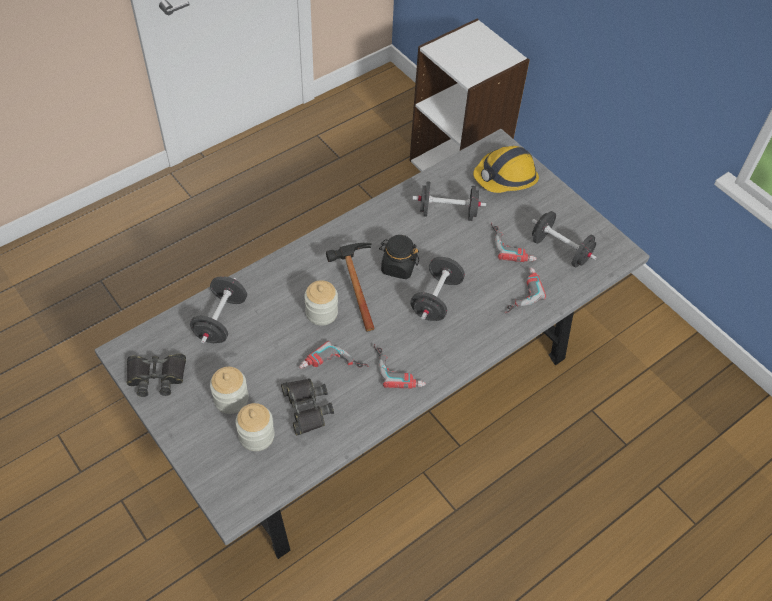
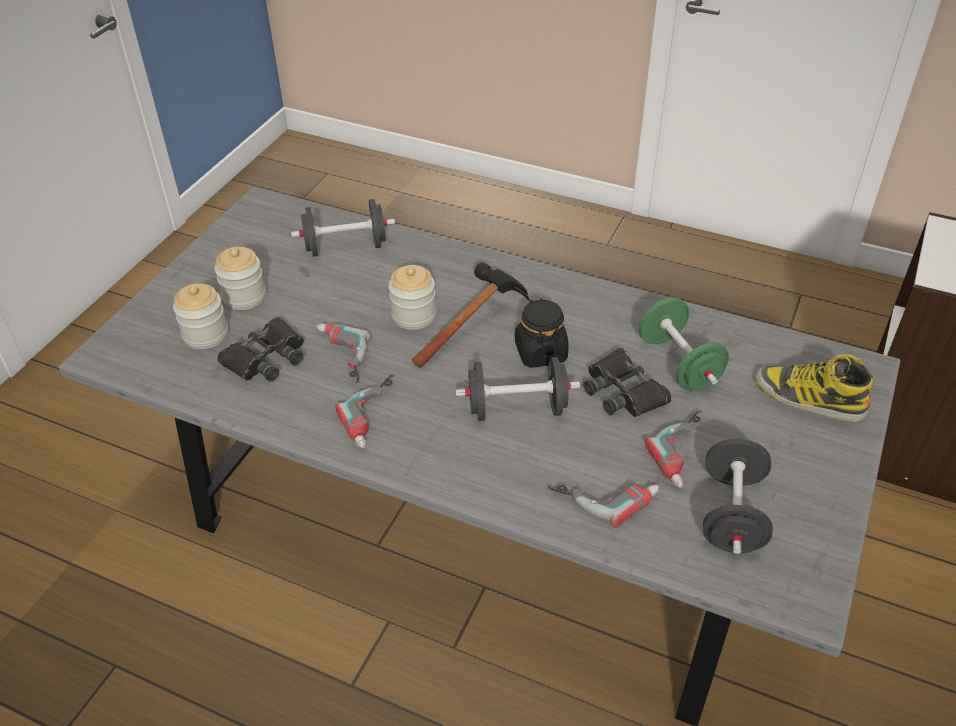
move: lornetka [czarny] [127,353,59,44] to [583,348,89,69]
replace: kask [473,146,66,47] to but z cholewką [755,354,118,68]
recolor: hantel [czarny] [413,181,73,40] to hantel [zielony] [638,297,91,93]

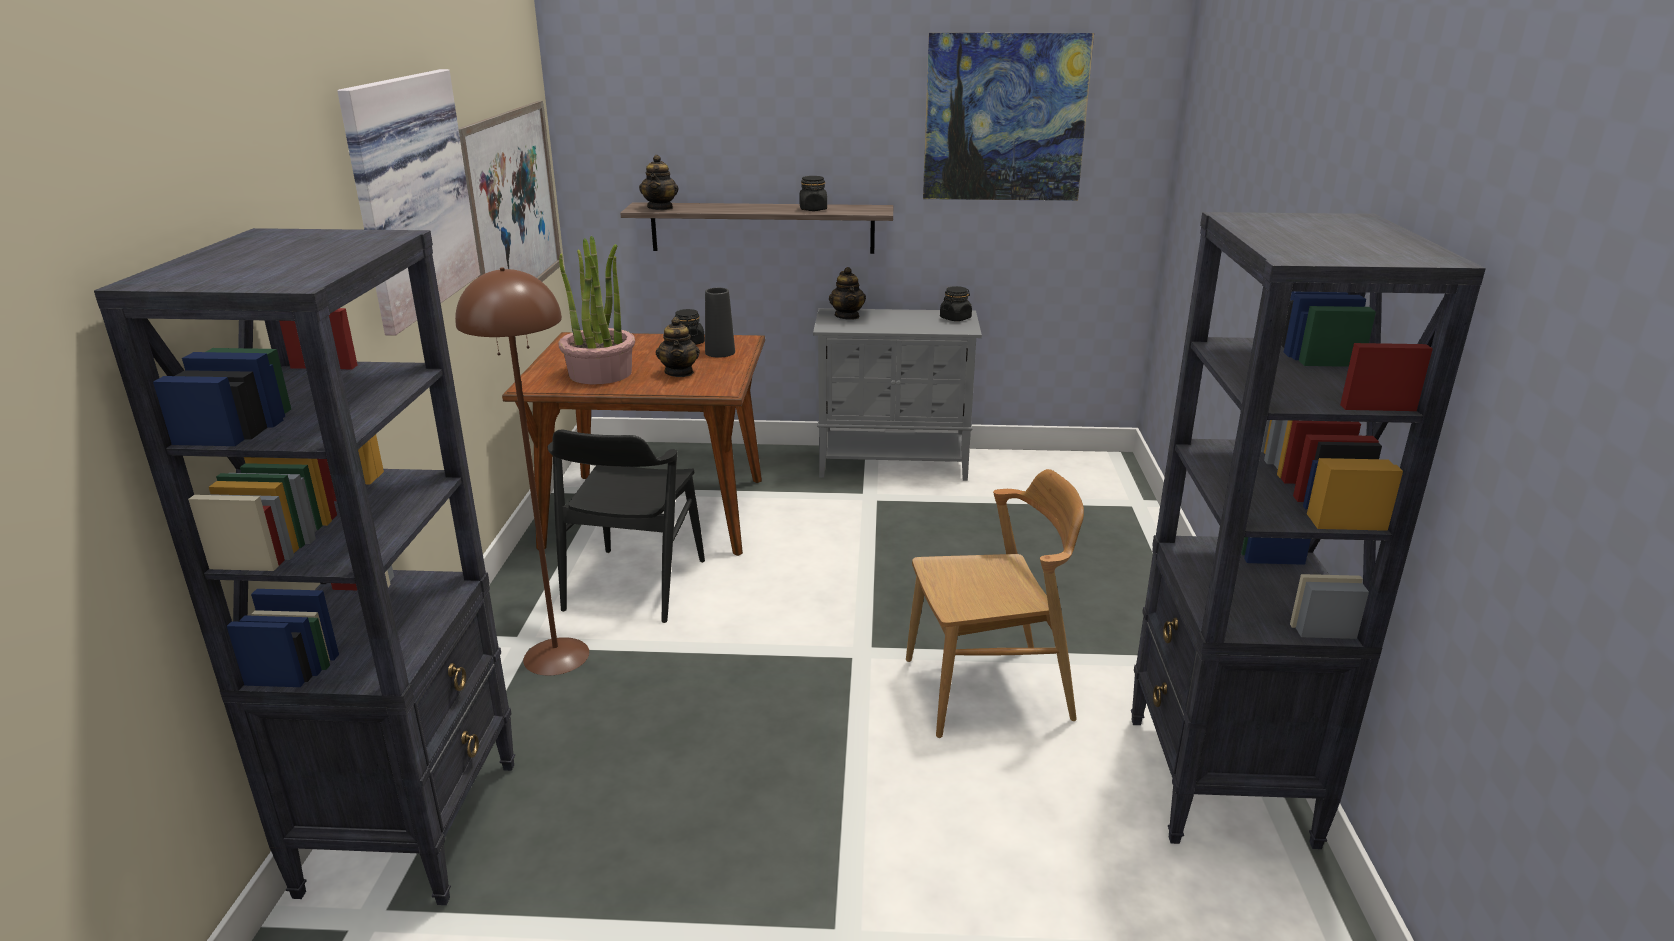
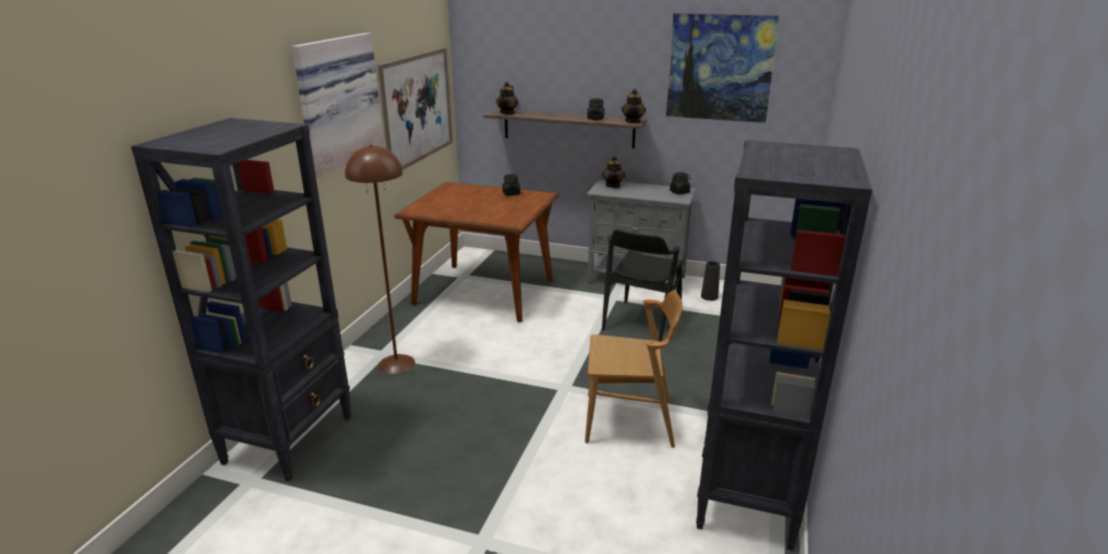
delete: roślina doniczkowa [558,236,77,148]
move: wazon [czarny] [705,288,30,70] to [701,261,19,40]; imbryk [656,317,44,60] to [621,89,25,34]; krzesło [czarny] [548,429,157,194] to [602,229,81,113]

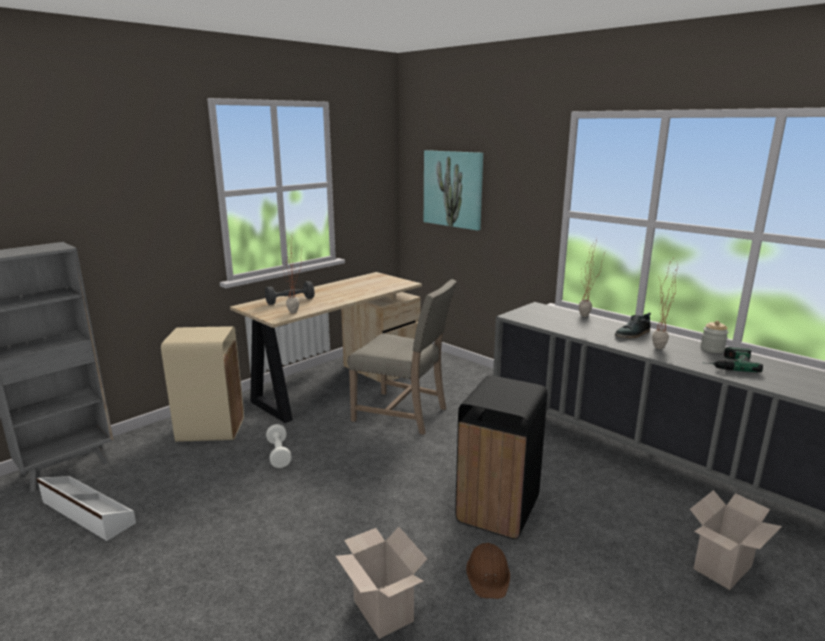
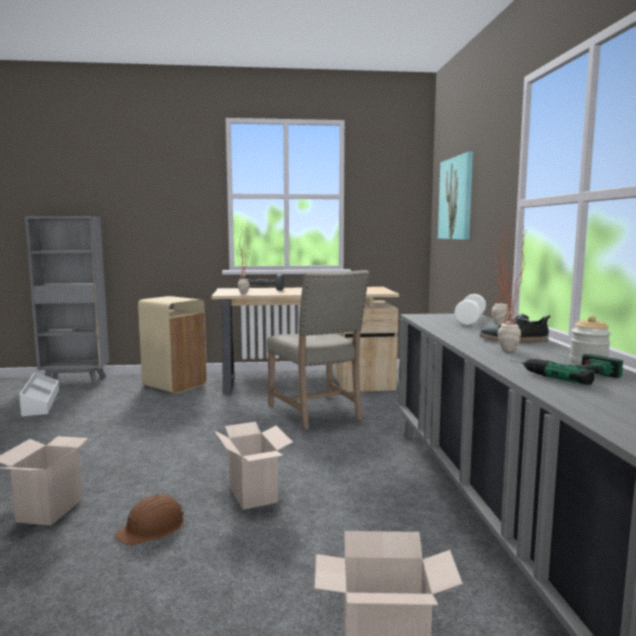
move: hantel [biały] [266,424,26,44] to [454,294,32,31]
replace: kosz na śmieci [czarny] [455,375,92,164] to karton [214,422,79,88]

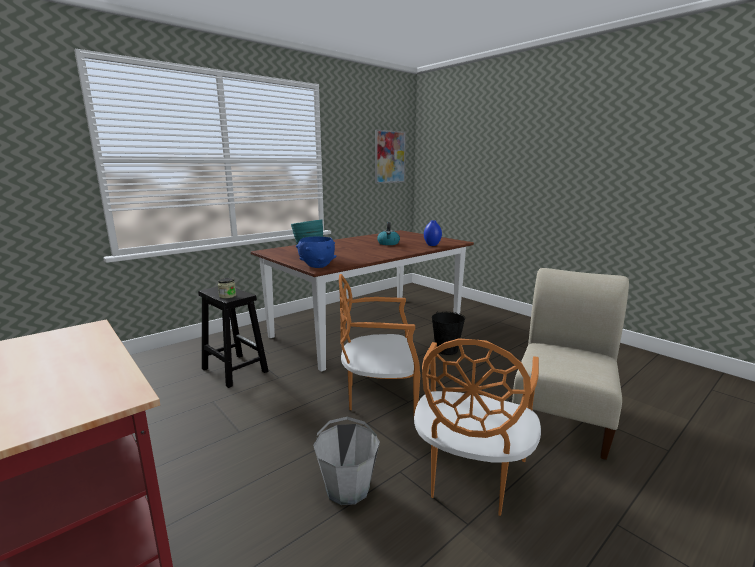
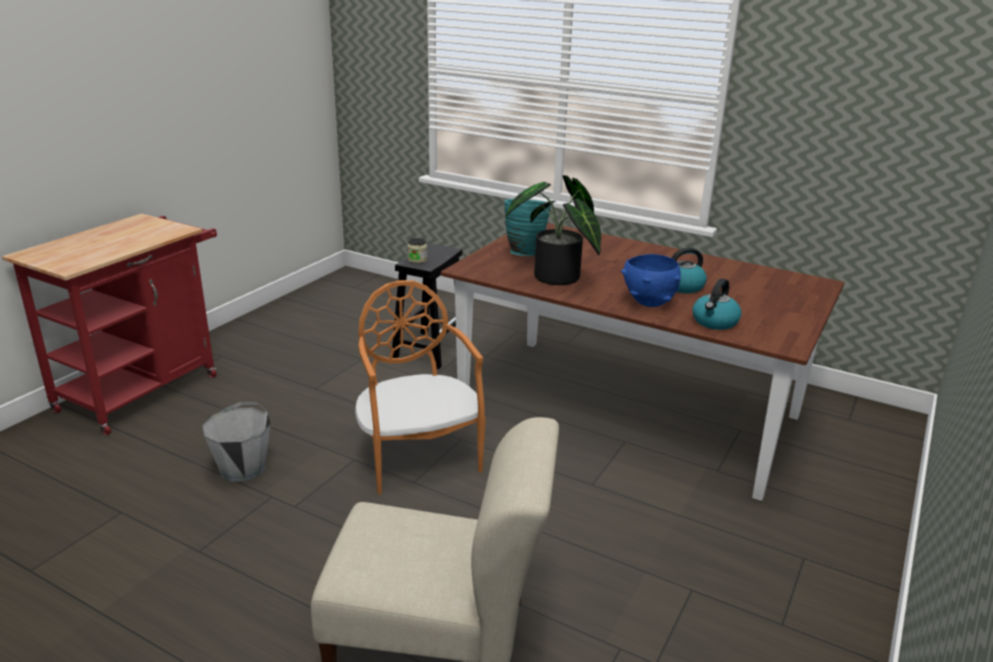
delete: obraz [375,130,31,54]; wiadro [czarny] [432,311,33,44]; krzesło [pomarańczowy] [414,338,127,178]
insert: roślina doniczkowa [505,175,96,110]
move: miska [niebieski] [296,236,40,32] to [621,254,60,53]
replace: wazon [niebieski] [424,220,18,26] to czajnik [693,278,49,52]

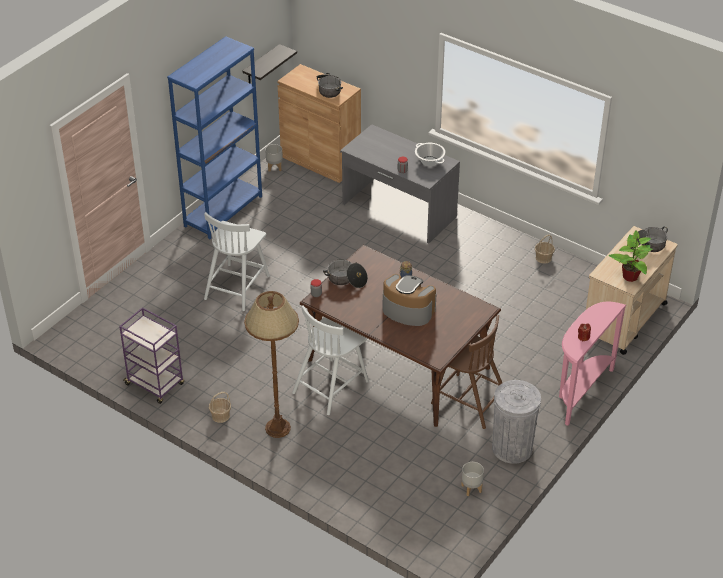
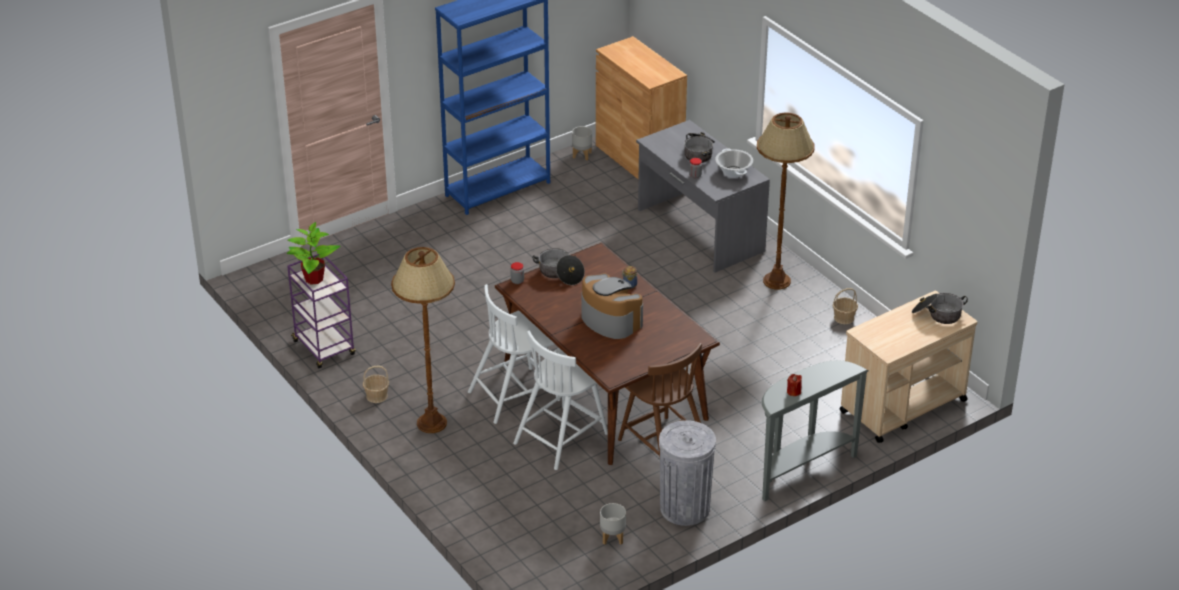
delete: półka [242,44,55,40]
insert: lampa stojąca [brązowy] [757,112,57,178]
move: garnek [316,73,27,25] to [684,132,31,31]; krzesło [biały] [204,212,66,99] to [513,330,95,140]; roślina doniczkowa [609,231,44,51] to [286,222,54,62]
recolor: stolik konsolowy [różowy] [559,302,67,124] to stolik konsolowy [szary] [762,360,106,141]

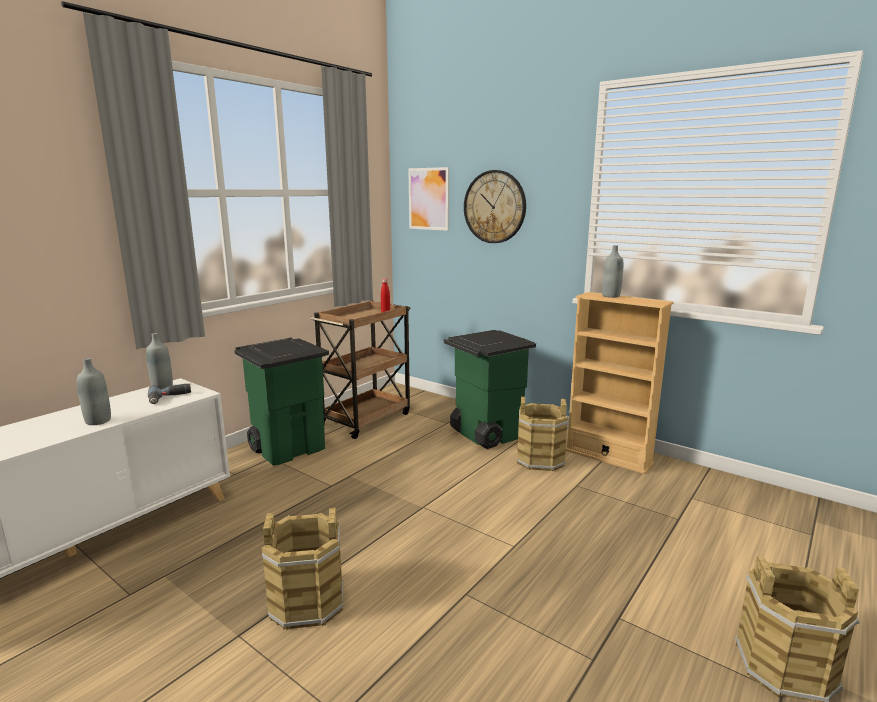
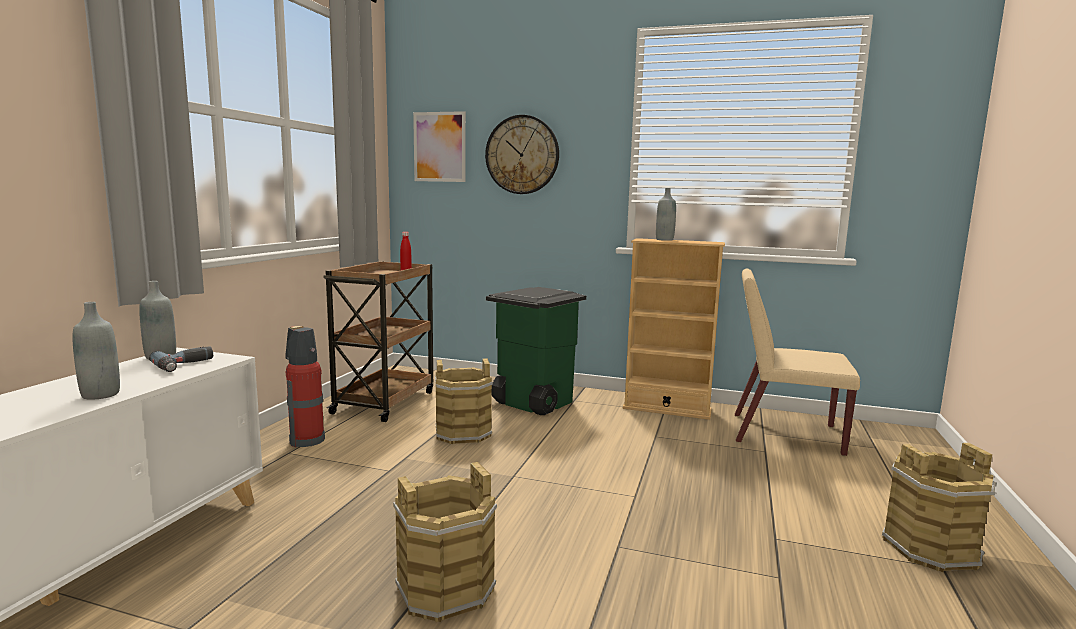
insert: krzesło [beżowy] [735,269,125,187]
move: wiadro [brązowy] [517,397,51,74] to [435,358,58,86]
replace: kosz na śmieci [zielony] [234,338,95,128] to gaśnica [285,326,40,121]

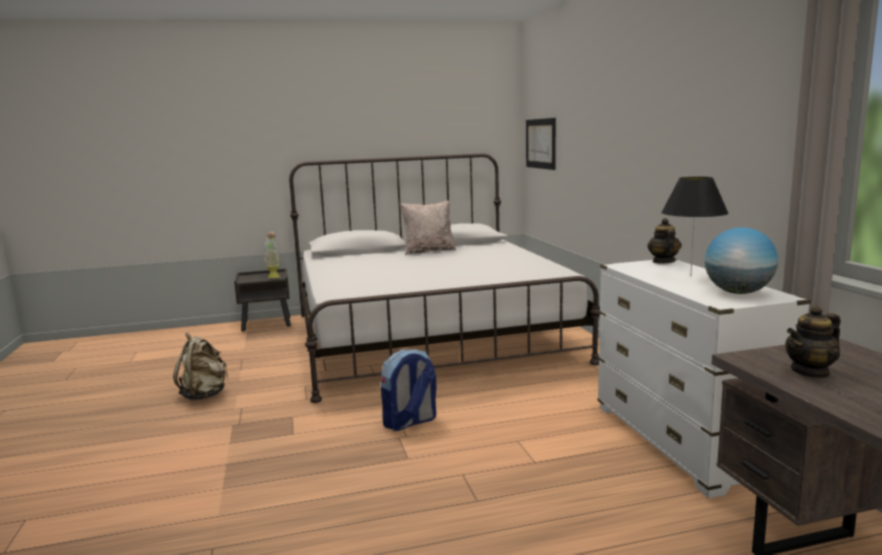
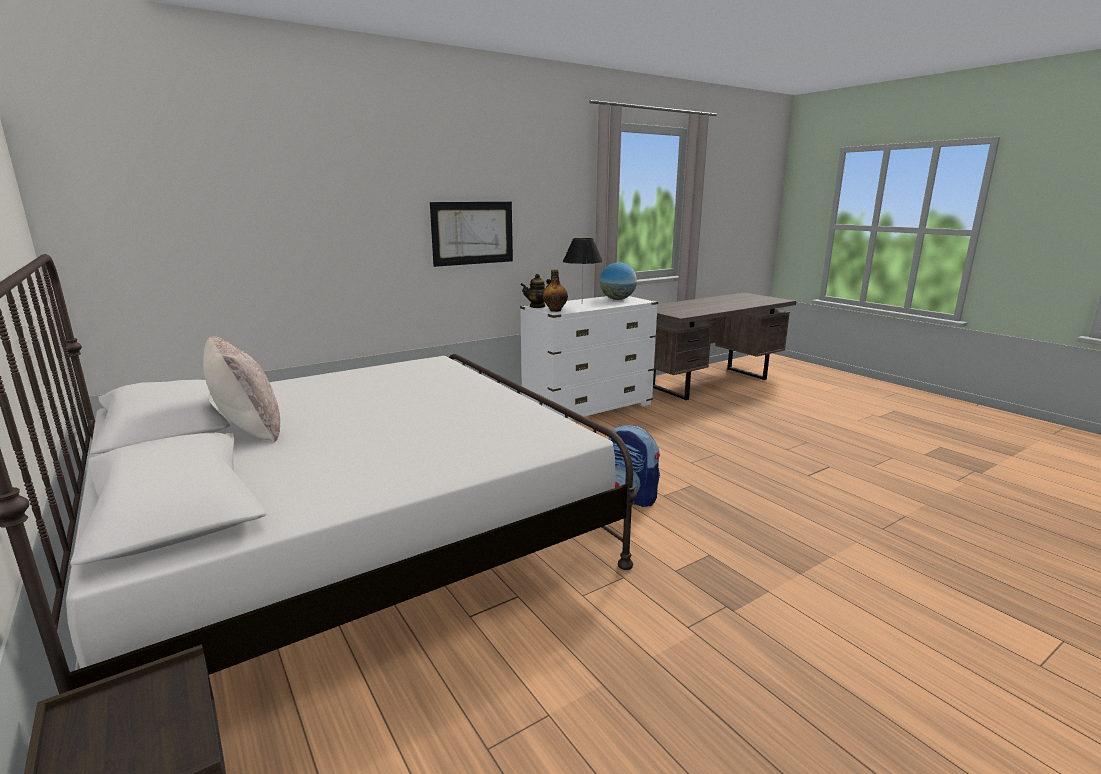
delete: roślina doniczkowa [264,232,16,46]; imbryk [785,305,56,74]; plecak [beżowy] [173,333,55,67]
insert: butelka [543,269,25,43]
move: obraz [526,118,30,52] to [430,202,83,65]

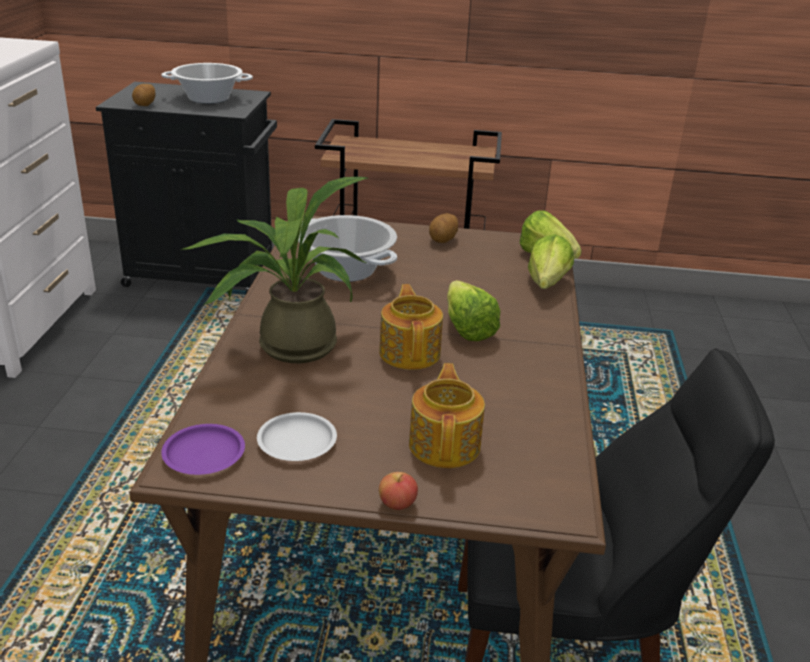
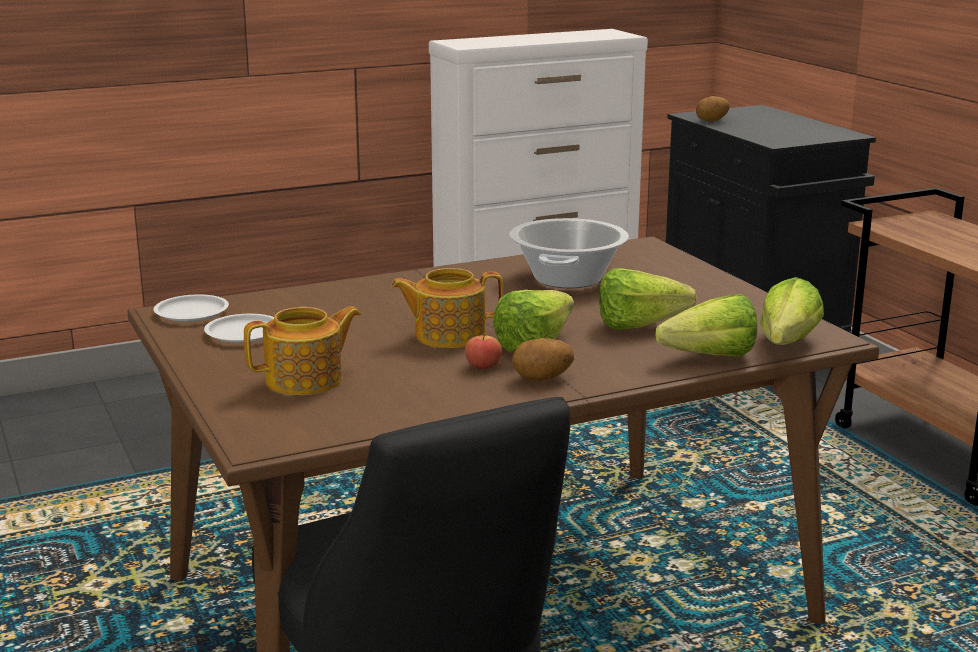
delete: garnek [161,63,92,41]; roślina doniczkowa [182,177,186,186]
insert: sałata [599,268,98,61]
move: ziemniak [429,213,29,30] to [512,338,62,43]; jabłko [379,472,39,38] to [465,334,37,35]
recolor: talerz [fioletowy] [161,424,84,51] to talerz [biały] [153,294,76,28]
rotate: imbryk [379,284,64,86] = [391,268,112,80] 150 degrees counterclockwise

